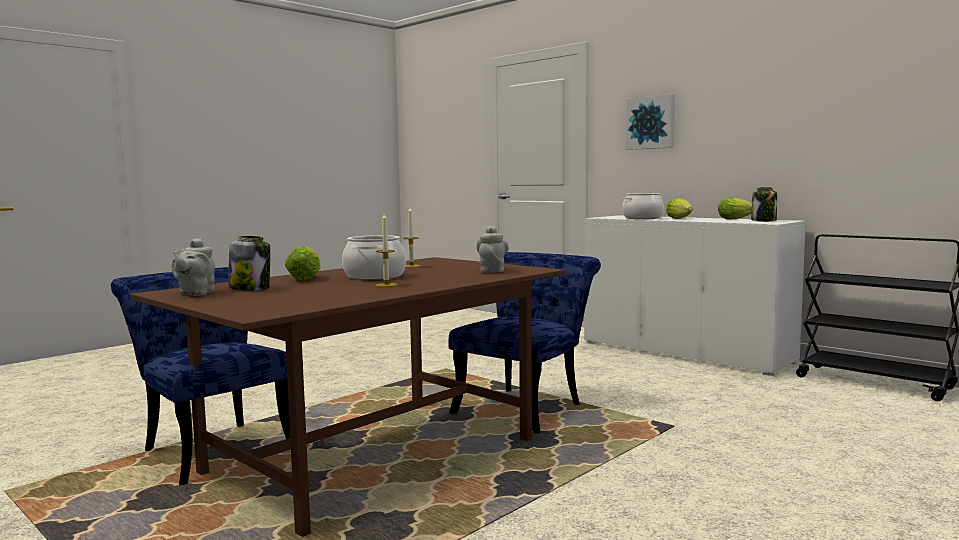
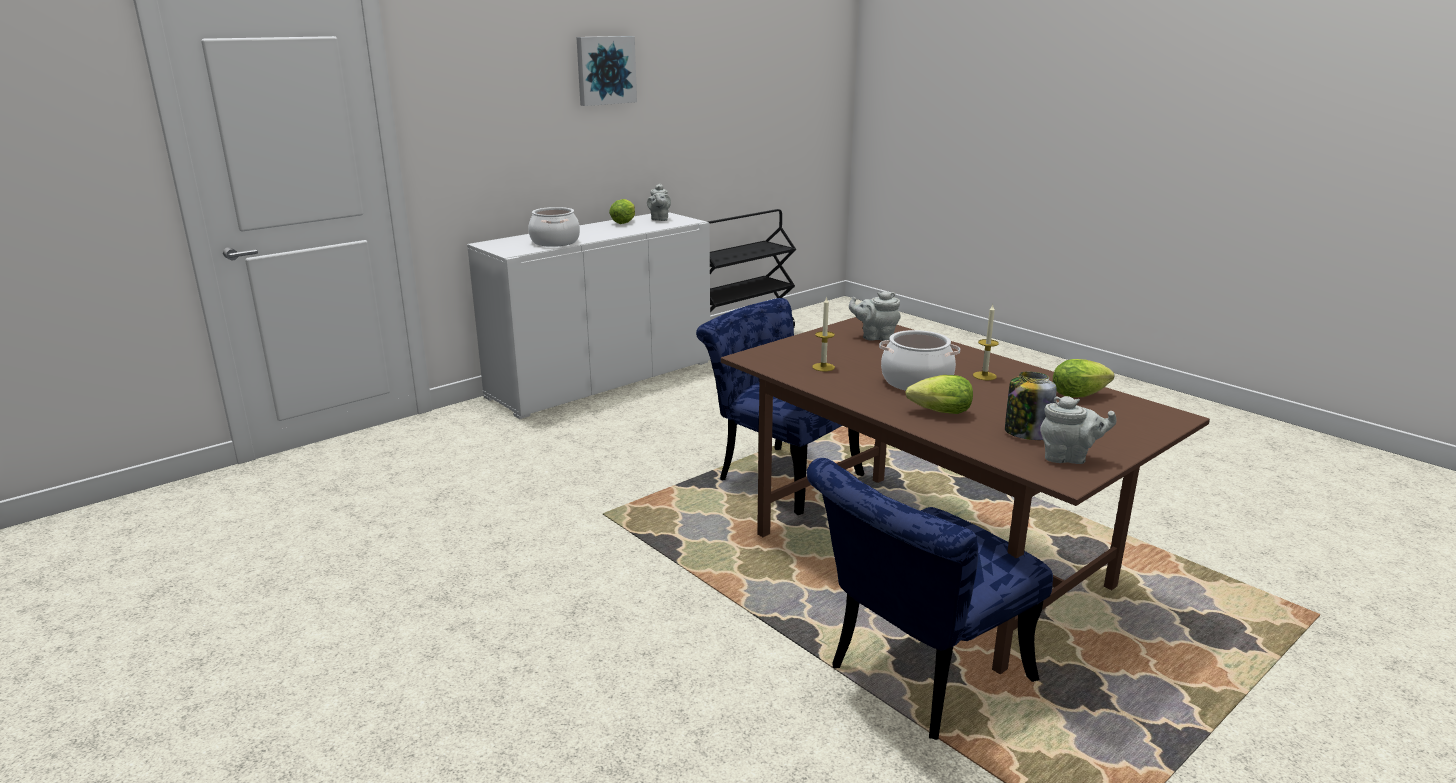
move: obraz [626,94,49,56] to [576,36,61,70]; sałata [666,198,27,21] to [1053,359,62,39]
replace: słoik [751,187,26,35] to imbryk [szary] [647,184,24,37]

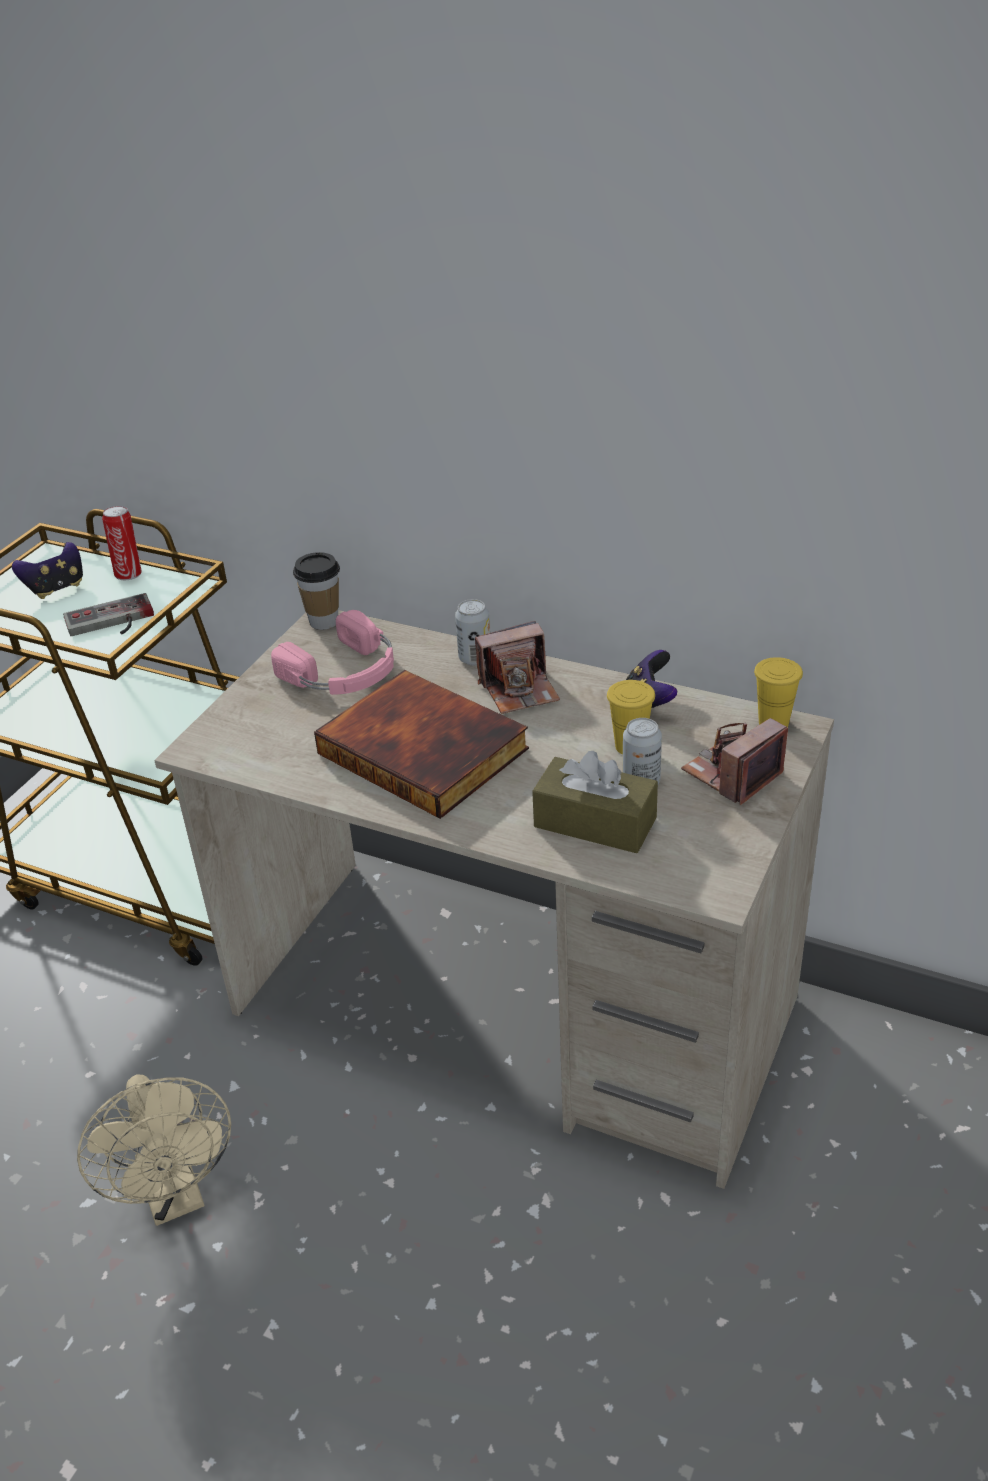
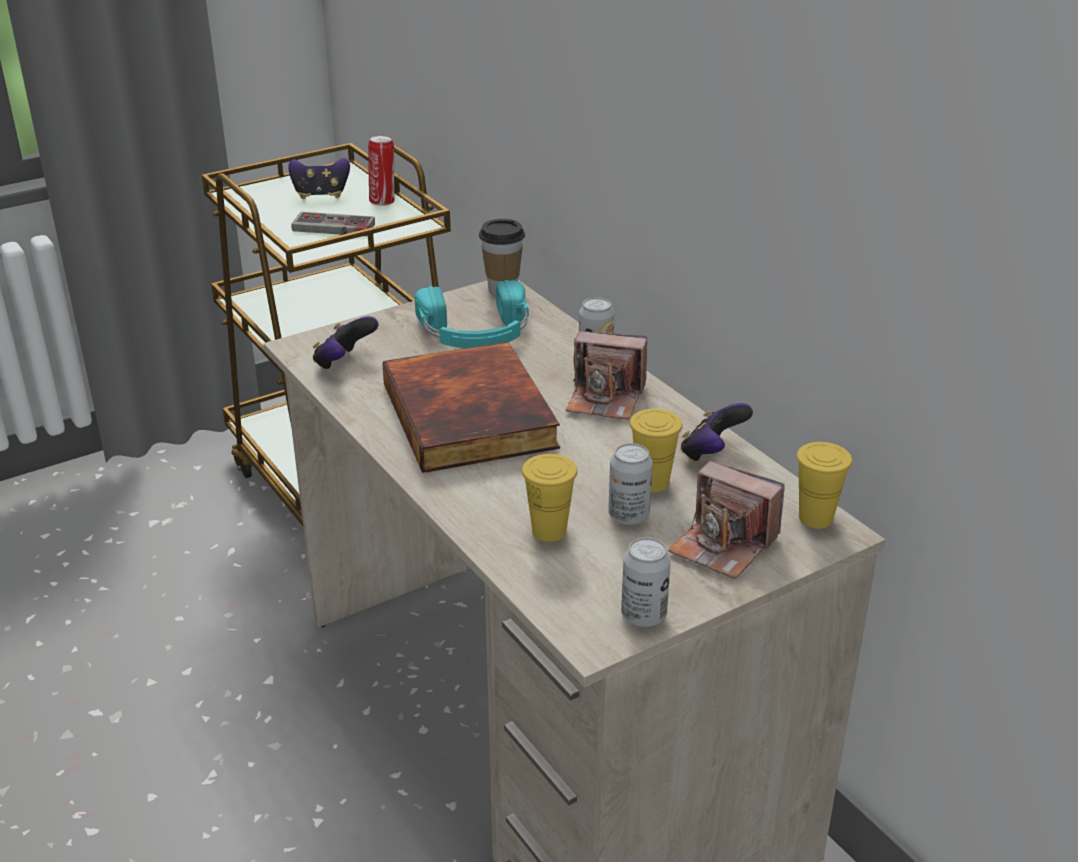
delete: wentylator [beżowy] [77,1074,154,152]
insert: pad do gier [313,316,66,54]; puszka [621,537,50,90]
replace: pudełko chusteczek [brązowy] [532,751,126,102] to filiżanka [żółty] [522,454,56,88]
recolor: słuchawki [różowy] [271,610,123,85] to słuchawki [turkusowy] [415,280,114,68]
rotate: aparat fotograficzny [681,718,107,87] = [668,461,117,118] 135 degrees counterclockwise

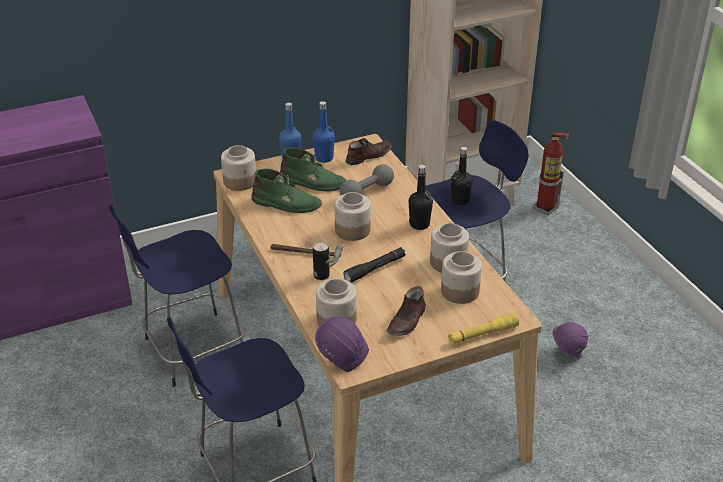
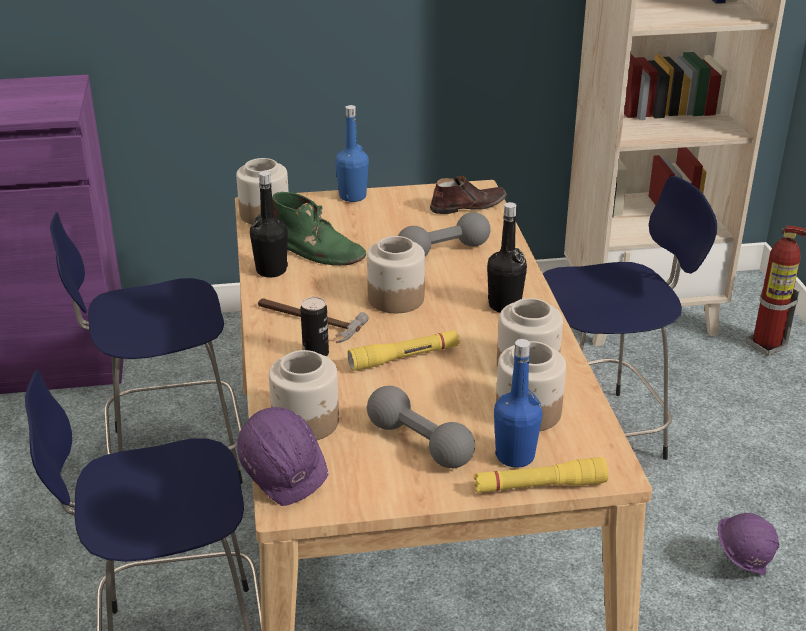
delete: but z cholewką [zielony] [280,147,67,44]
move: butelka [niebieski] [313,101,22,62] to [494,339,48,129]; butelka [czarny] [451,147,22,59] to [250,171,38,107]
replace: but [brązowy] [387,286,39,50] to hantel [szary] [367,386,108,82]
recolor: latarka [czarny] [344,247,62,36] to latarka [żółty] [347,330,113,41]

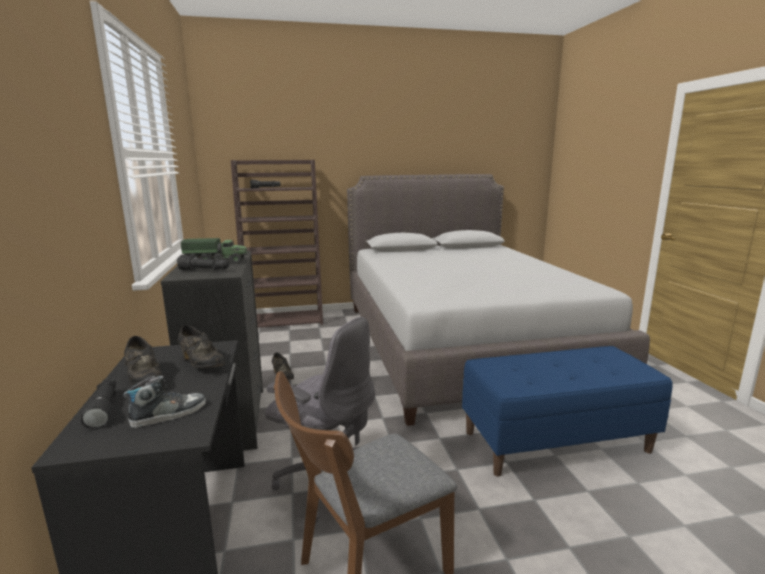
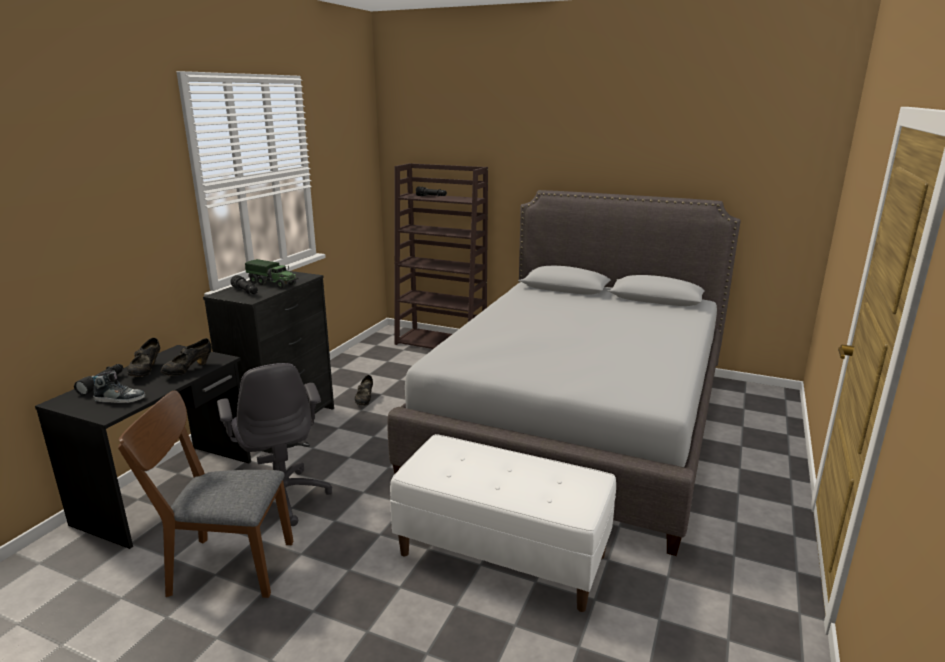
recolor: ławka [niebieski] [462,346,210,131] to ławka [biały] [390,434,226,178]
rotate: but [czarny] [178,325,47,43] = [161,338,51,38] 45 degrees clockwise

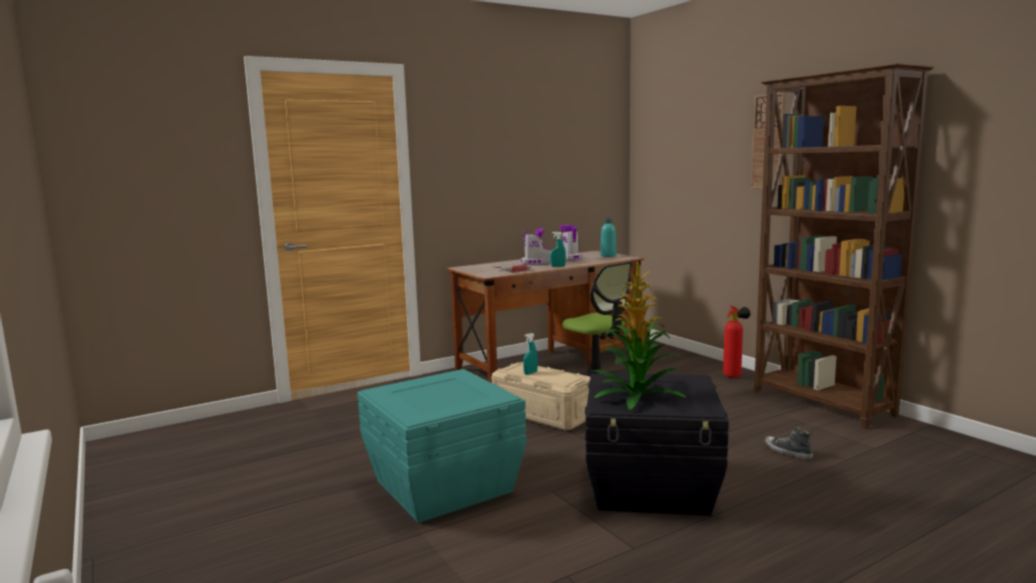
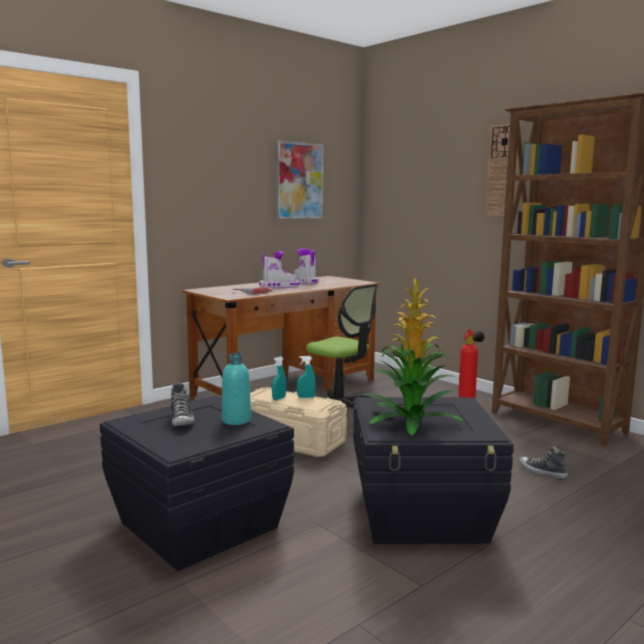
insert: obraz [276,141,47,78]; but [171,383,24,43]
move: butelka [turkusowy] [600,218,17,39] to [222,353,29,72]; spryskiwacz [turkusowy] [550,232,16,35] to [297,356,19,42]
recolor: pojemnik do przechowywania [turkusowy] [357,369,170,154] to pojemnik do przechowywania [czarny] [100,395,194,176]

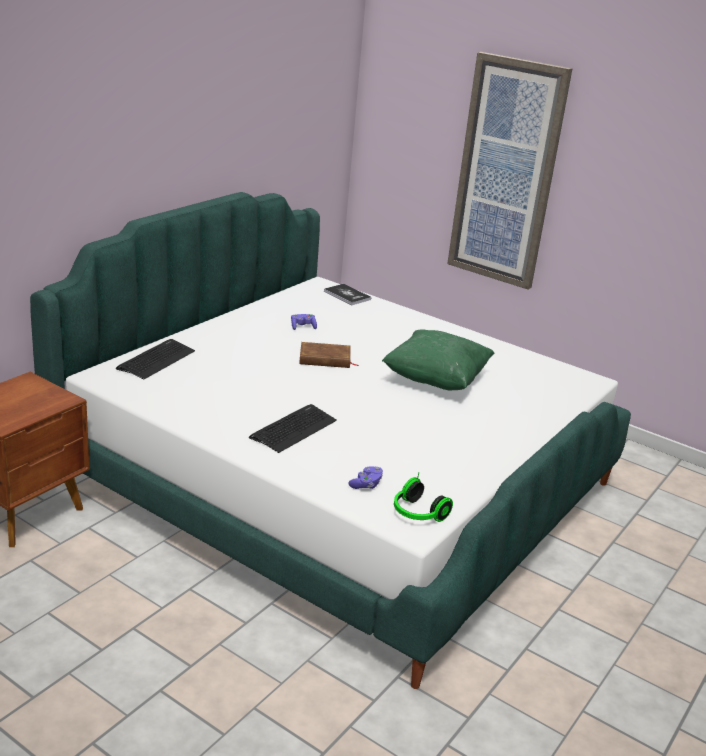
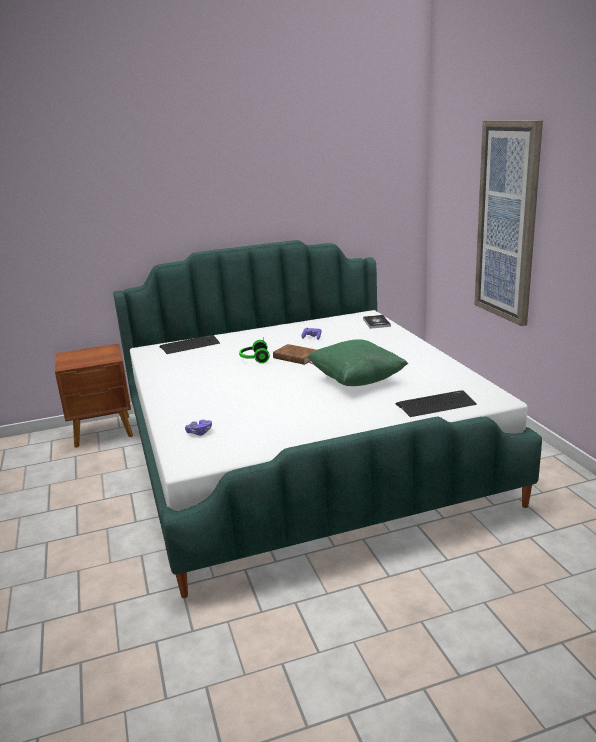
move: klawiatura [249,404,88,49] to [396,390,81,27]; słuchawki [394,472,59,50] to [239,337,31,26]

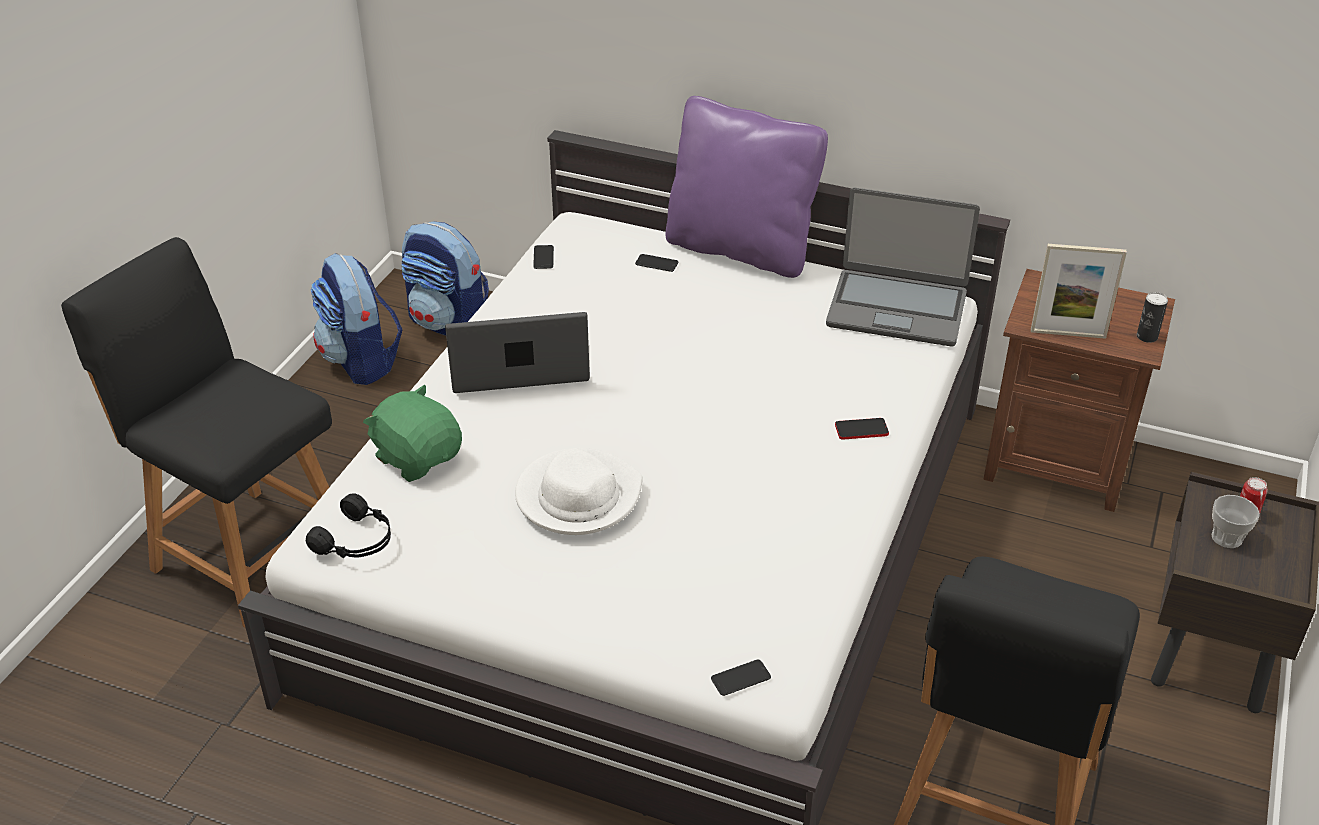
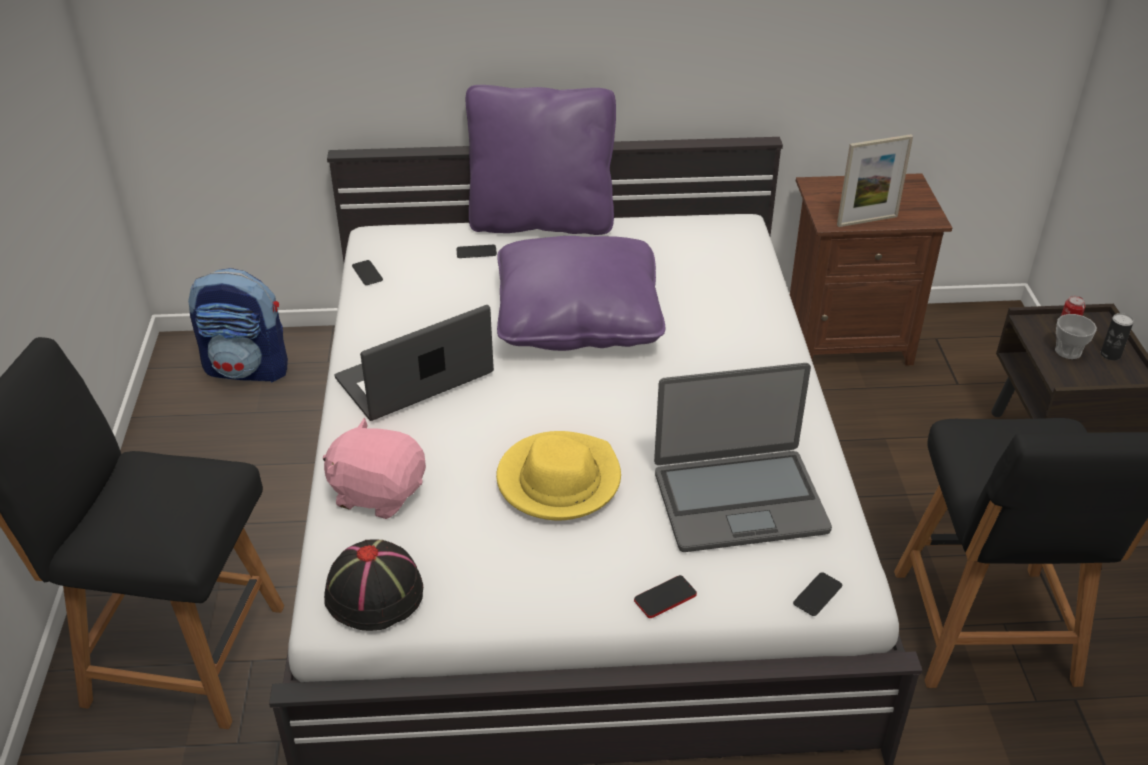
delete: plecak [311,253,92,132]
insert: poduszka [fioletowy] [497,236,168,115]
move: laptop [826,188,154,158] to [654,363,178,189]; puszka [1137,292,31,51] to [1101,313,33,48]; telefon [835,418,54,21] to [634,575,63,43]
replace: słuchawki [czarny] [306,494,85,65] to kapelusz [czarny] [324,539,99,92]
recolor: pluszak [zielony] [363,385,99,97] to pluszak [różowy] [323,418,103,101]; kapelusz [biały] [515,448,128,87] to kapelusz [żółty] [496,431,125,89]

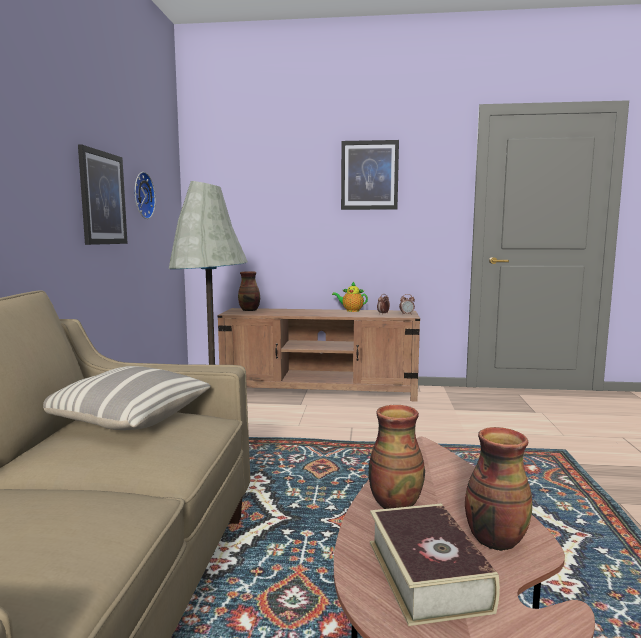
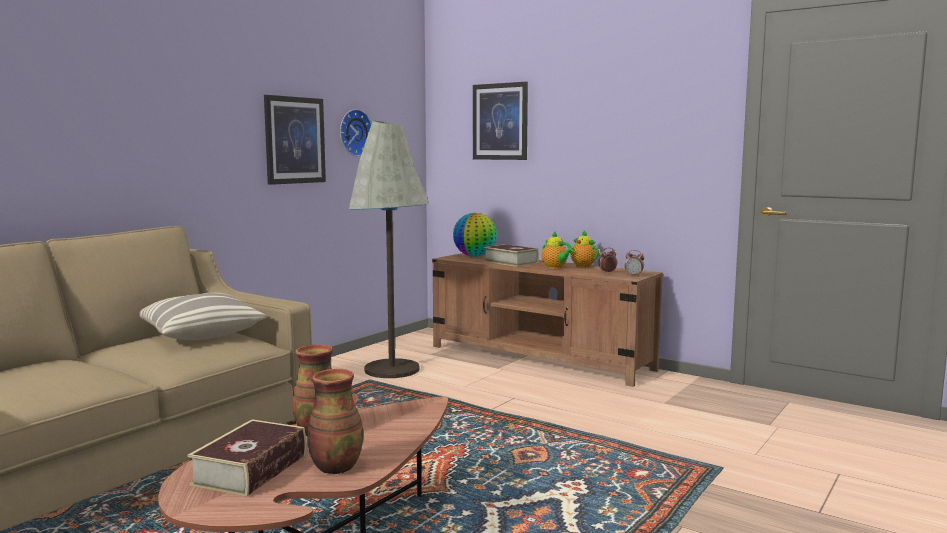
insert: imbryk [541,231,33,38]; książka [483,244,56,23]
move: obraz [341,140,58,70] to [473,82,55,78]
replace: wazon [238,271,22,40] to globus [453,213,44,44]

